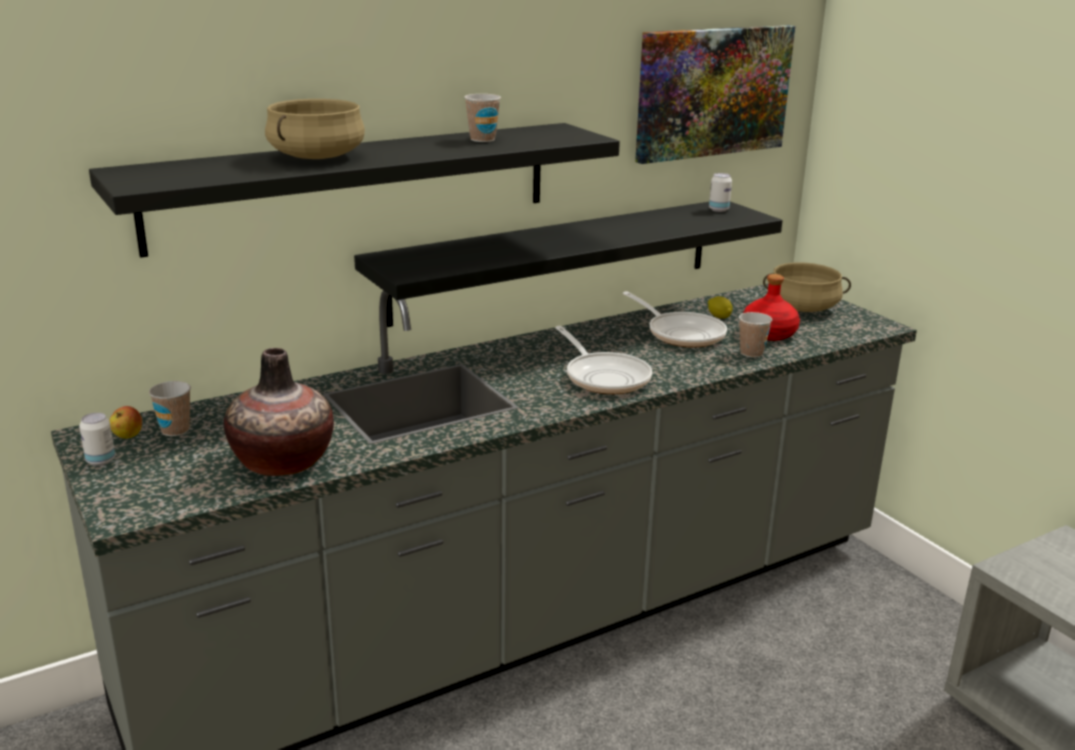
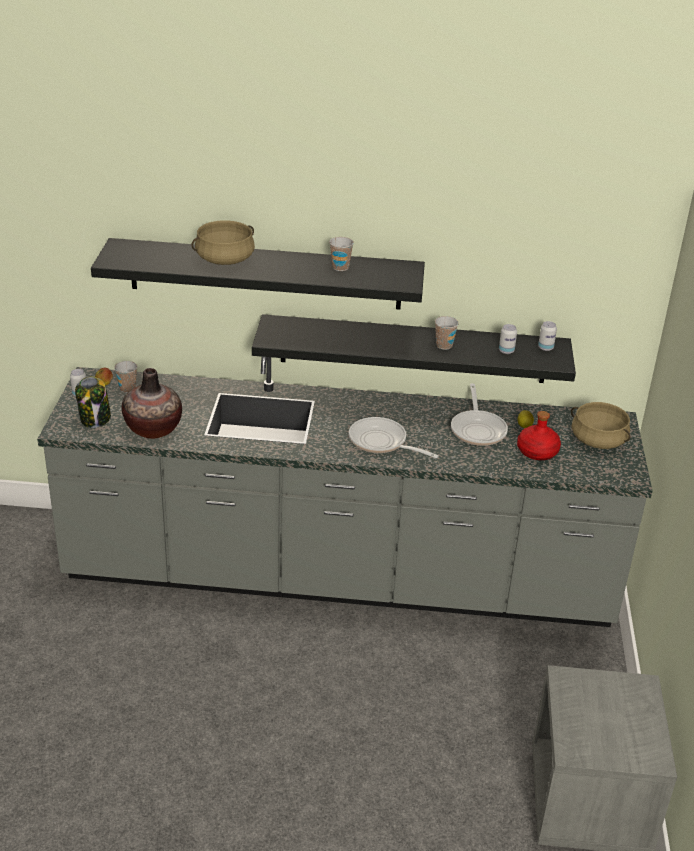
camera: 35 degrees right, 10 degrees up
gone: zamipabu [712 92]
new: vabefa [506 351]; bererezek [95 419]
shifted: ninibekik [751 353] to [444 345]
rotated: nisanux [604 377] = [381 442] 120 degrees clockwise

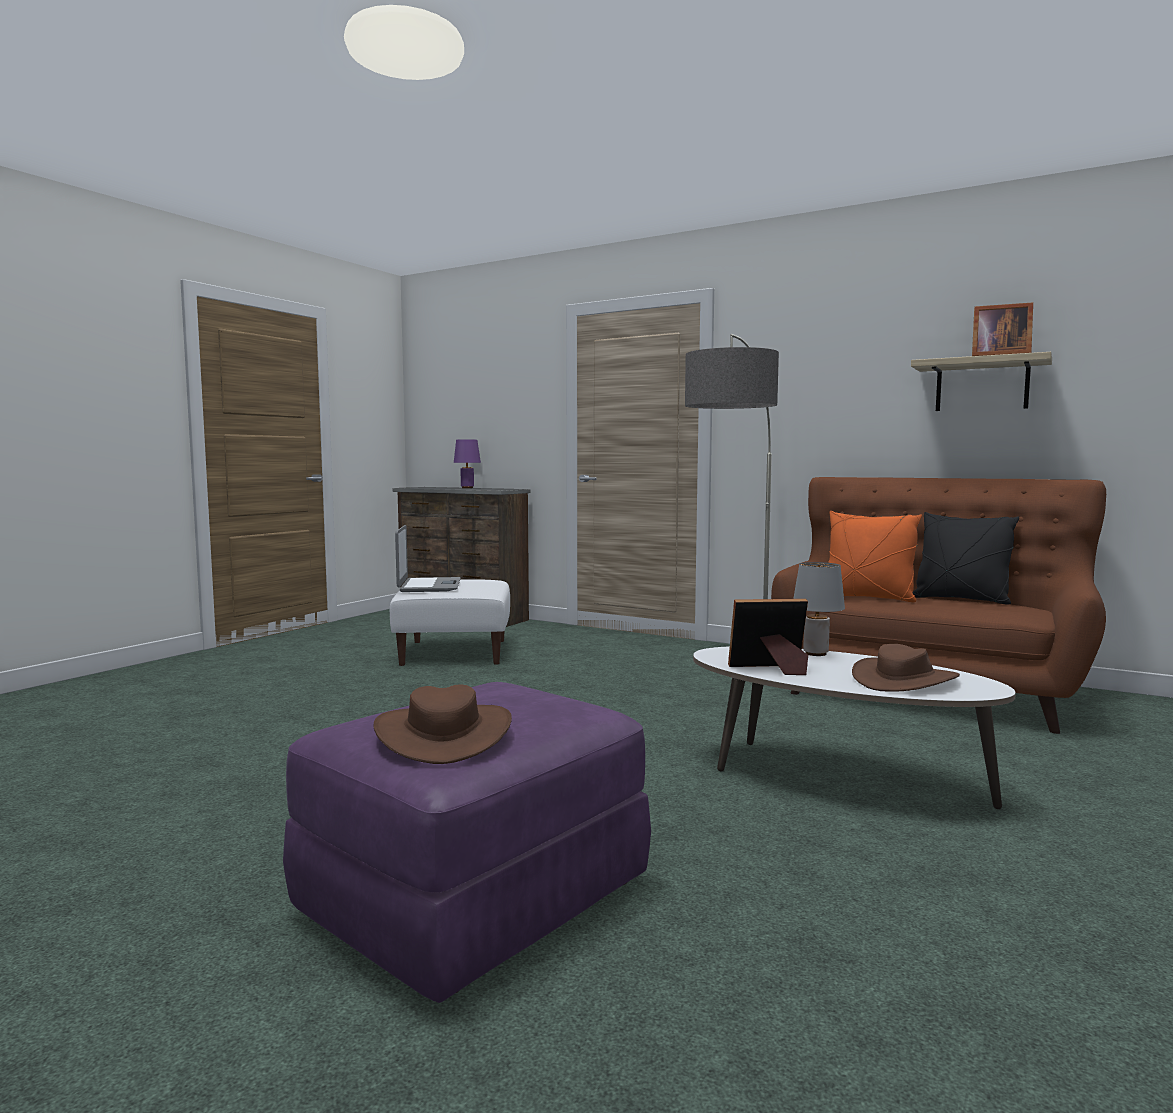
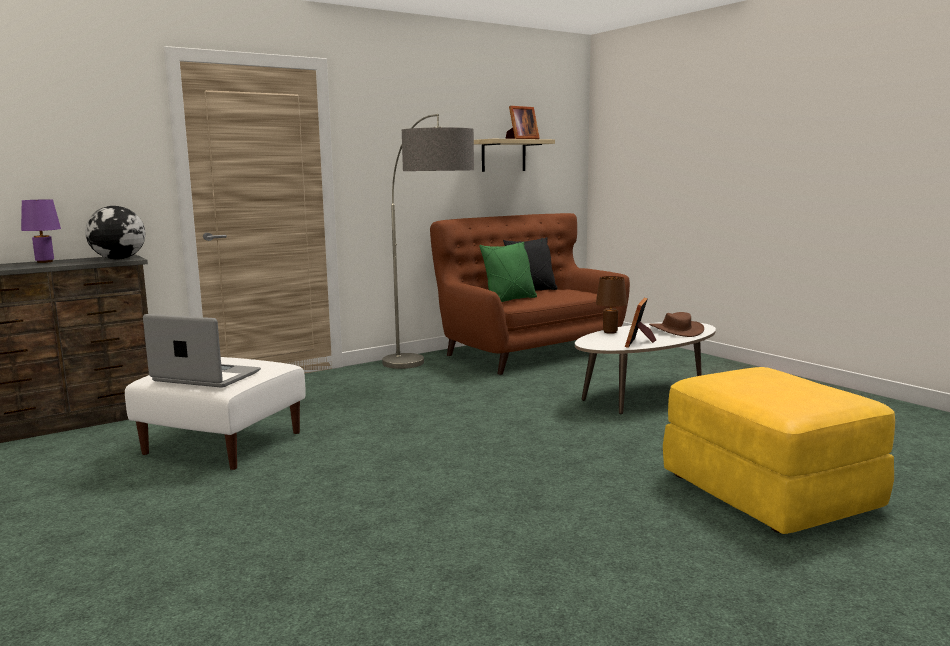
camera: 65 degrees left, 5 degrees up
gone: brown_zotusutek [444 734]
new: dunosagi [118 259]
repainted: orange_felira [868 598] to green_felira [510 300]; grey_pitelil [816 653] to brown_pitelil [610 332]; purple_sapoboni [474 898] to yellow_sapoboni [770 492]

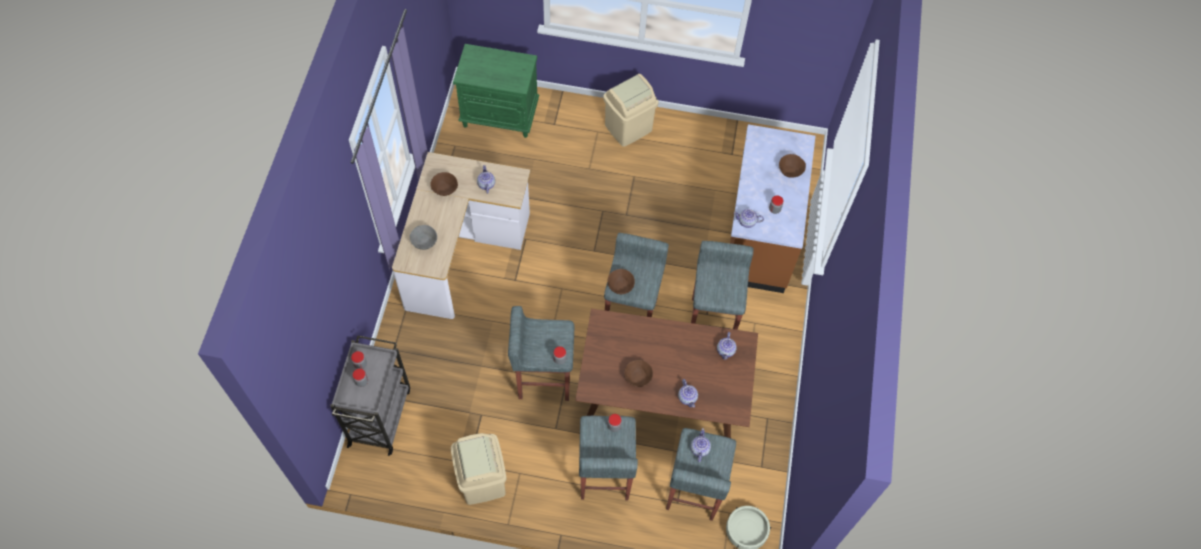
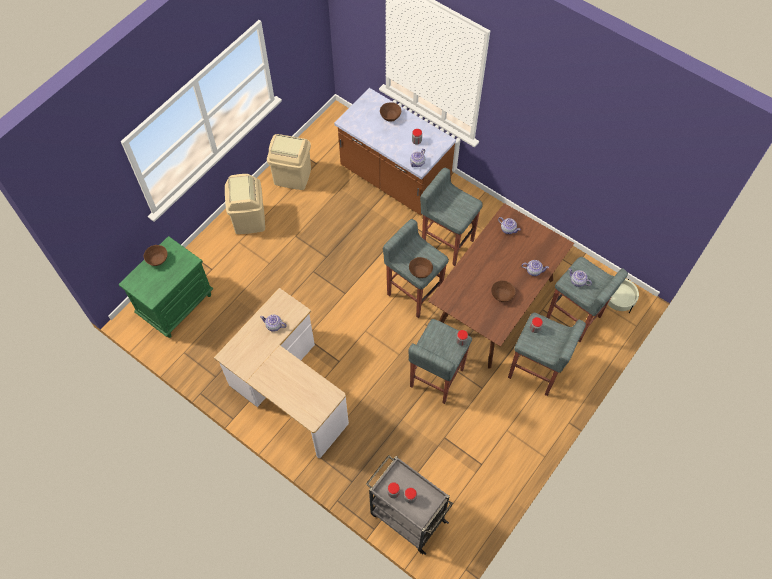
camera: 60 degrees left, 0 degrees up
gone: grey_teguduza [425 242]
shifted: brown_teguduza [444 189] to [157 260]; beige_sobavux [481 480] to [292 176]

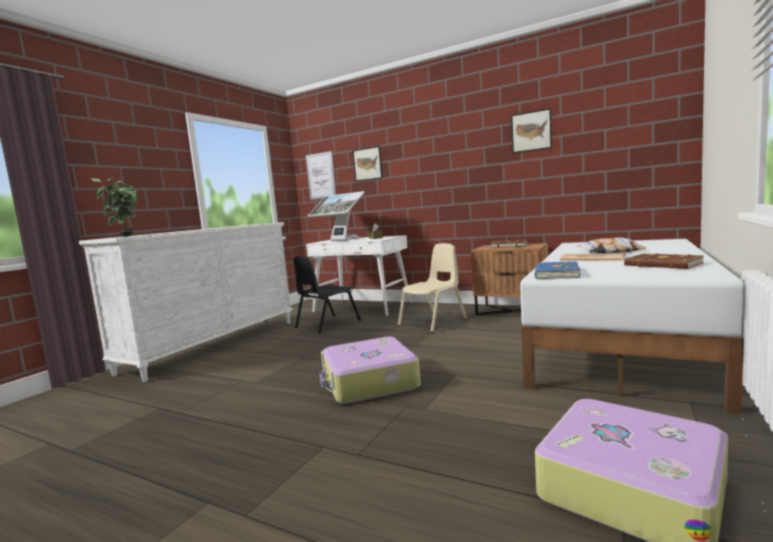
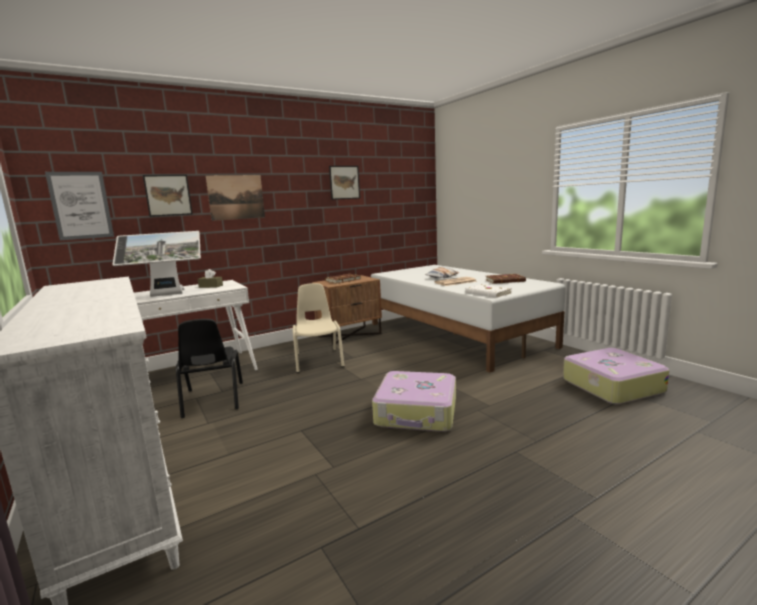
camera: 60 degrees left, 5 degrees up
gone: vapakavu [125 236]
new: zamipabu [236 197]
repainted: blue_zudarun [555 273] to white_zudarun [488 293]

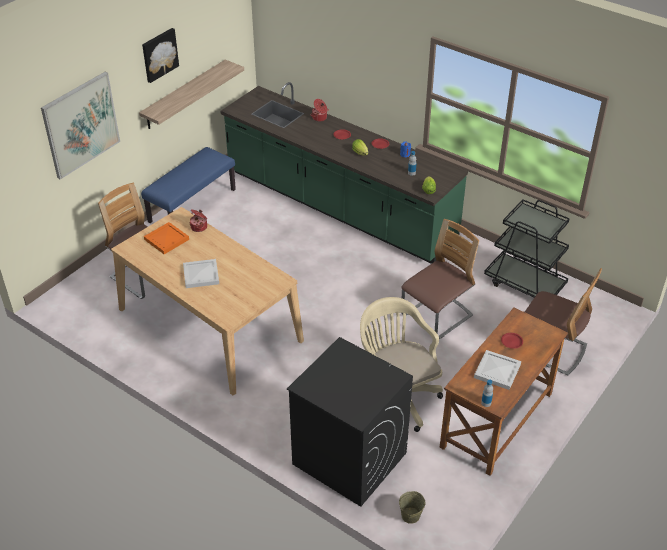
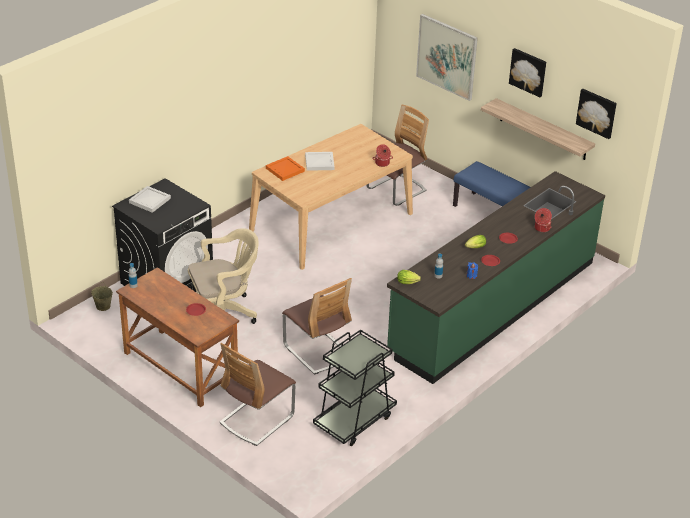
camera: 95 degrees right, 5 degrees down
new: zamipabu [597 113]
shifted: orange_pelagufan [166 239] to [285 170]; white_pelagufan [497 370] to [150 200]

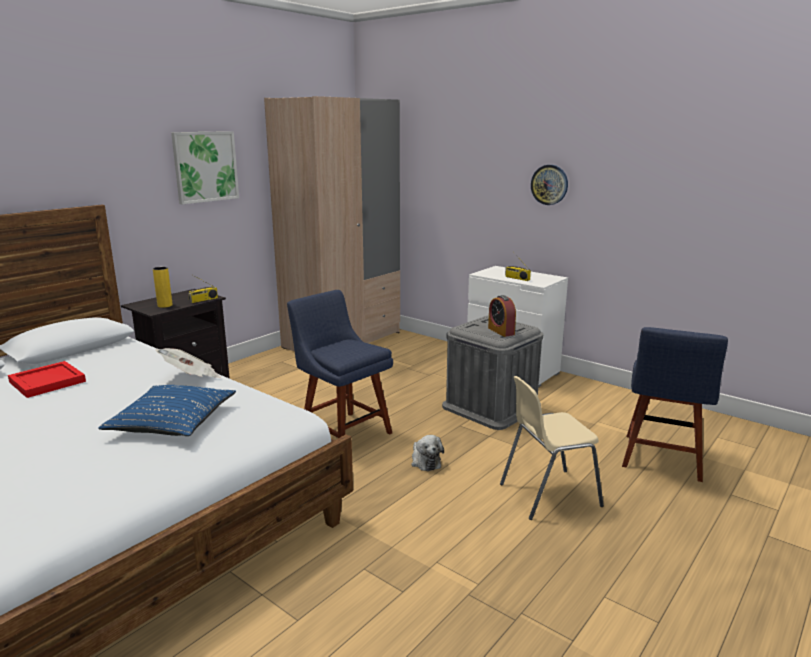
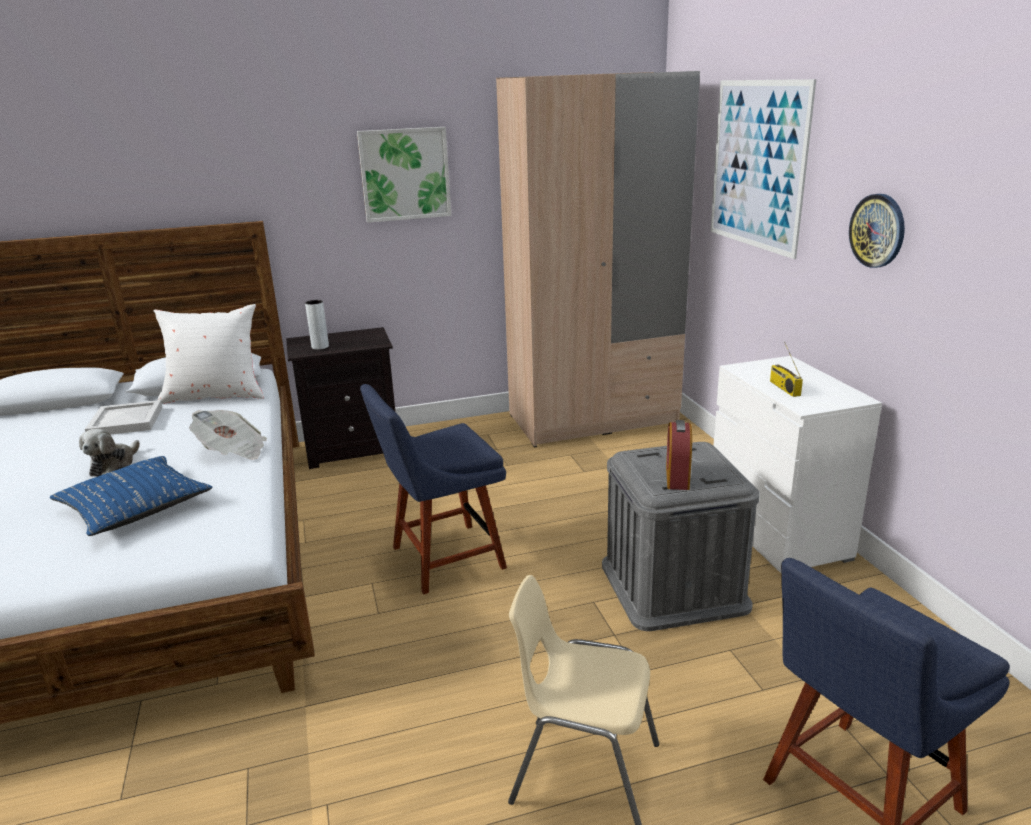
camera: 35 degrees right, 5 degrees up
gone: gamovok [203 300]
new: zamipabu [757 165]; white_felira [215 395]
shifted: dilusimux [425 461] to [114 465]
repainted: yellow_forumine [165 305] to grey_forumine [320 347]; red_pelagufan [46 382] to white_pelagufan [125 421]
rotated: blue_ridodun [343 432] = [442 559] 105 degrees counterclockwise

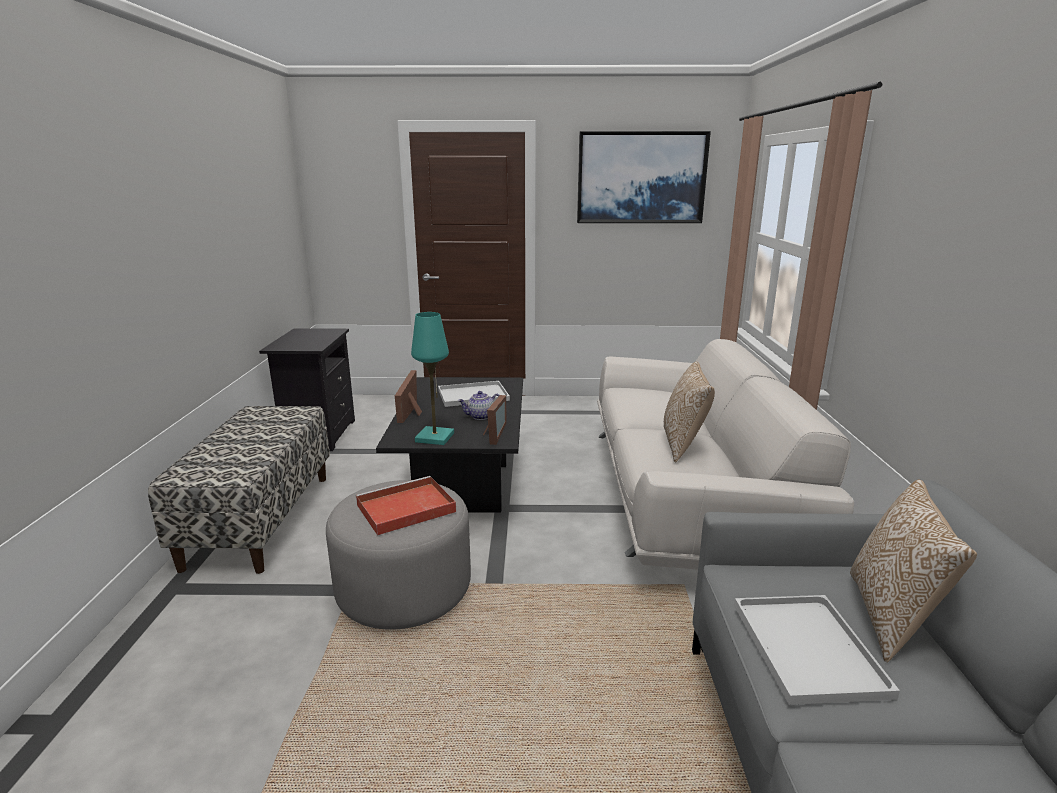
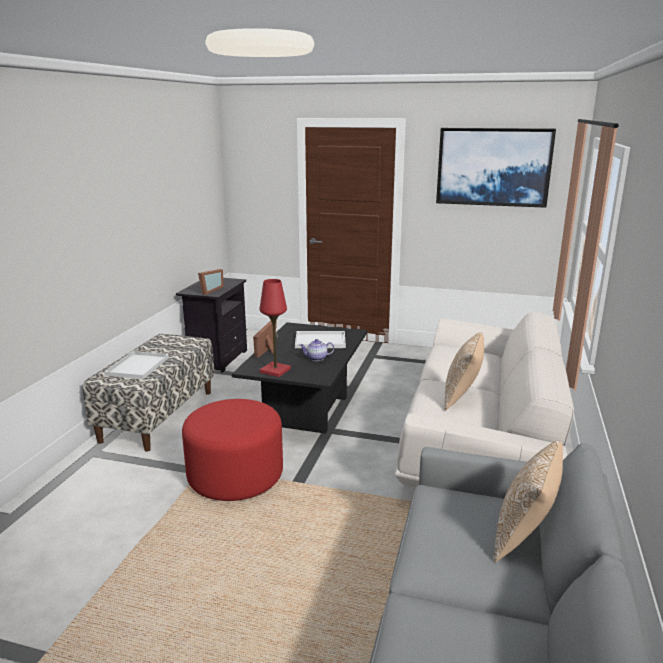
camera: 15 degrees right, 0 degrees up
gone: red_pelagufan [404 509]
shifted: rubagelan [492 434] to [209 290]; white_pelagufan [810 650] to [137 367]
repainted: turquoise_pitelil [435 437] to red_pitelil [275 371]; grey_sapoboni [404 589] to red_sapoboni [235 476]

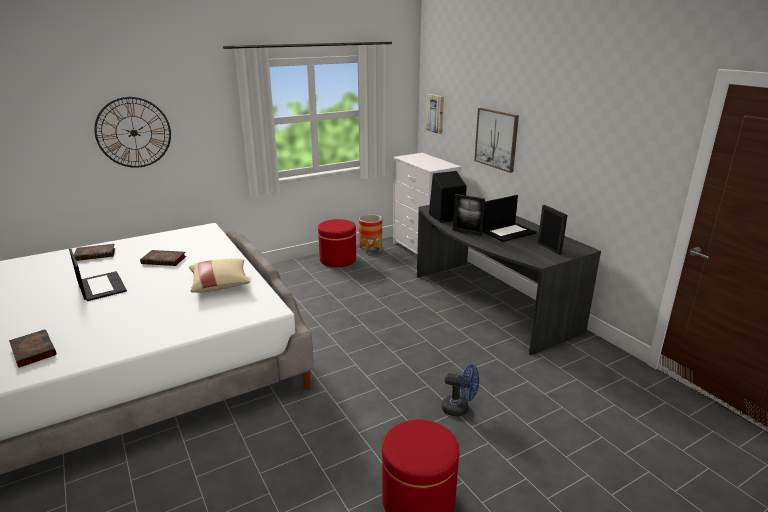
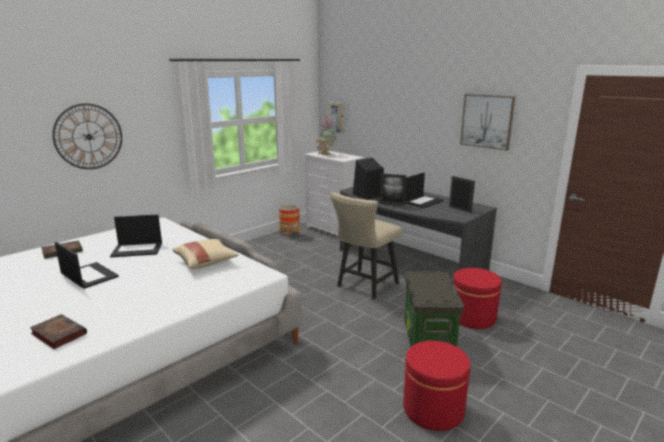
camera: 15 degrees left, 5 degrees down
new: vapakavu [326 154]; beige_ridodun [364 286]
shifted: zamipabu [496 139] to [487 121]; red_sapoboni [338 260] to [473 317]
swapped: zudarun [165 260] to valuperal [138 249]; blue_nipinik [459 409] to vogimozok [427 339]

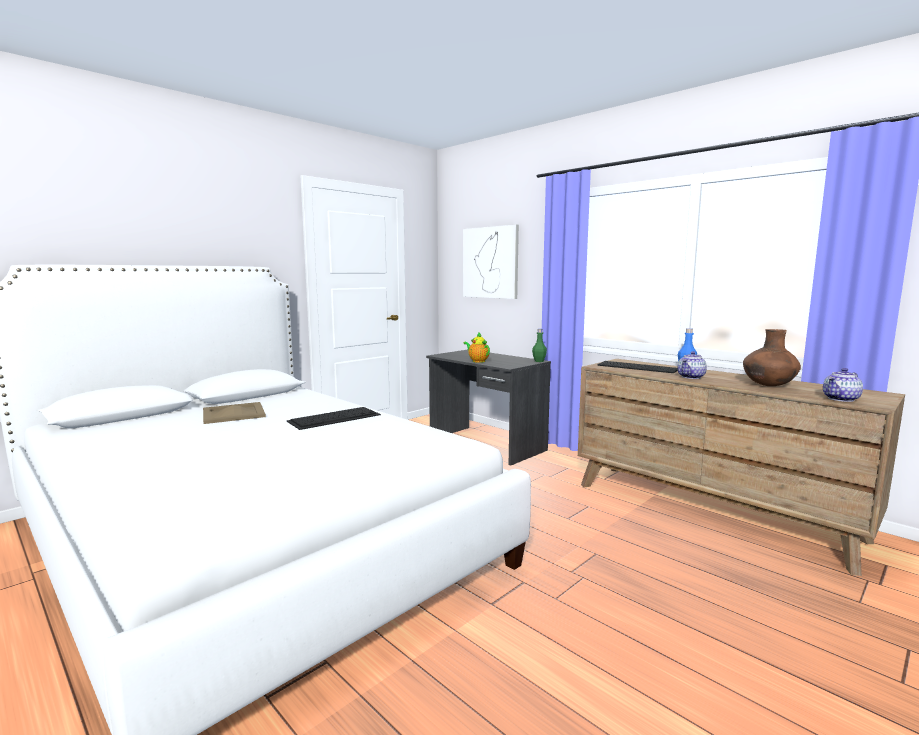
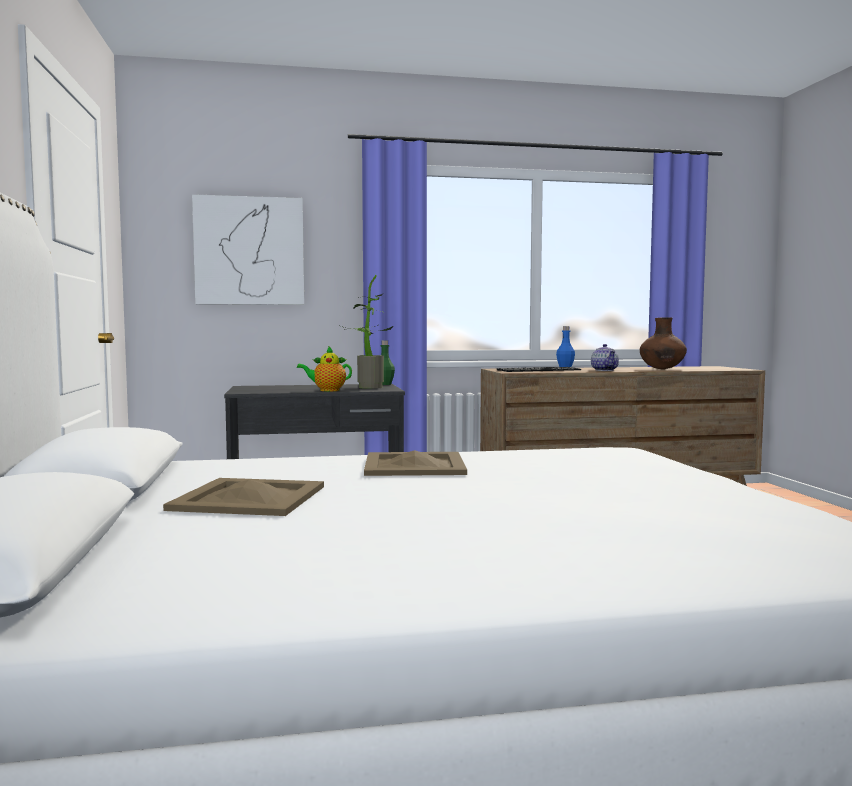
camera: 55 degrees left, 5 degrees down
gone: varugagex [841 399]
new: vapakavu [366 387]
swapped: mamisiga [335 417] to beige_pelagufan [413 465]

